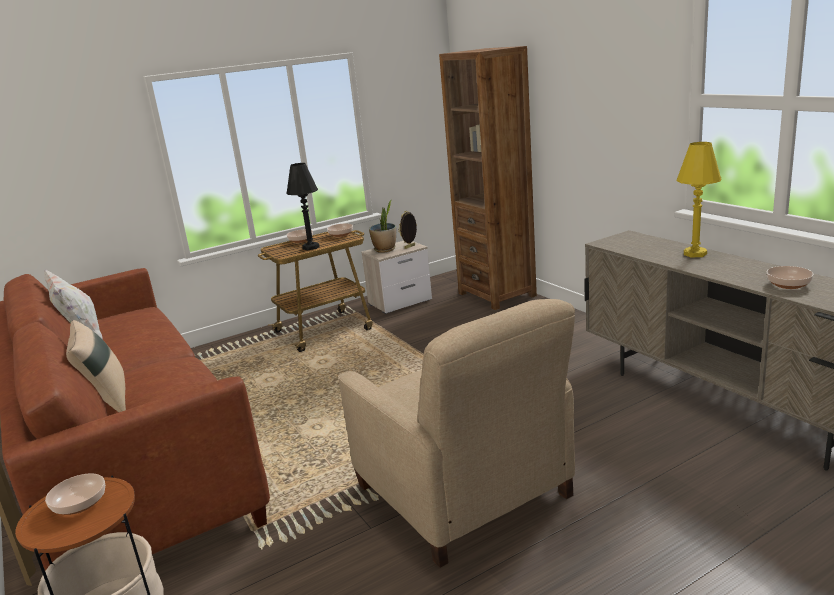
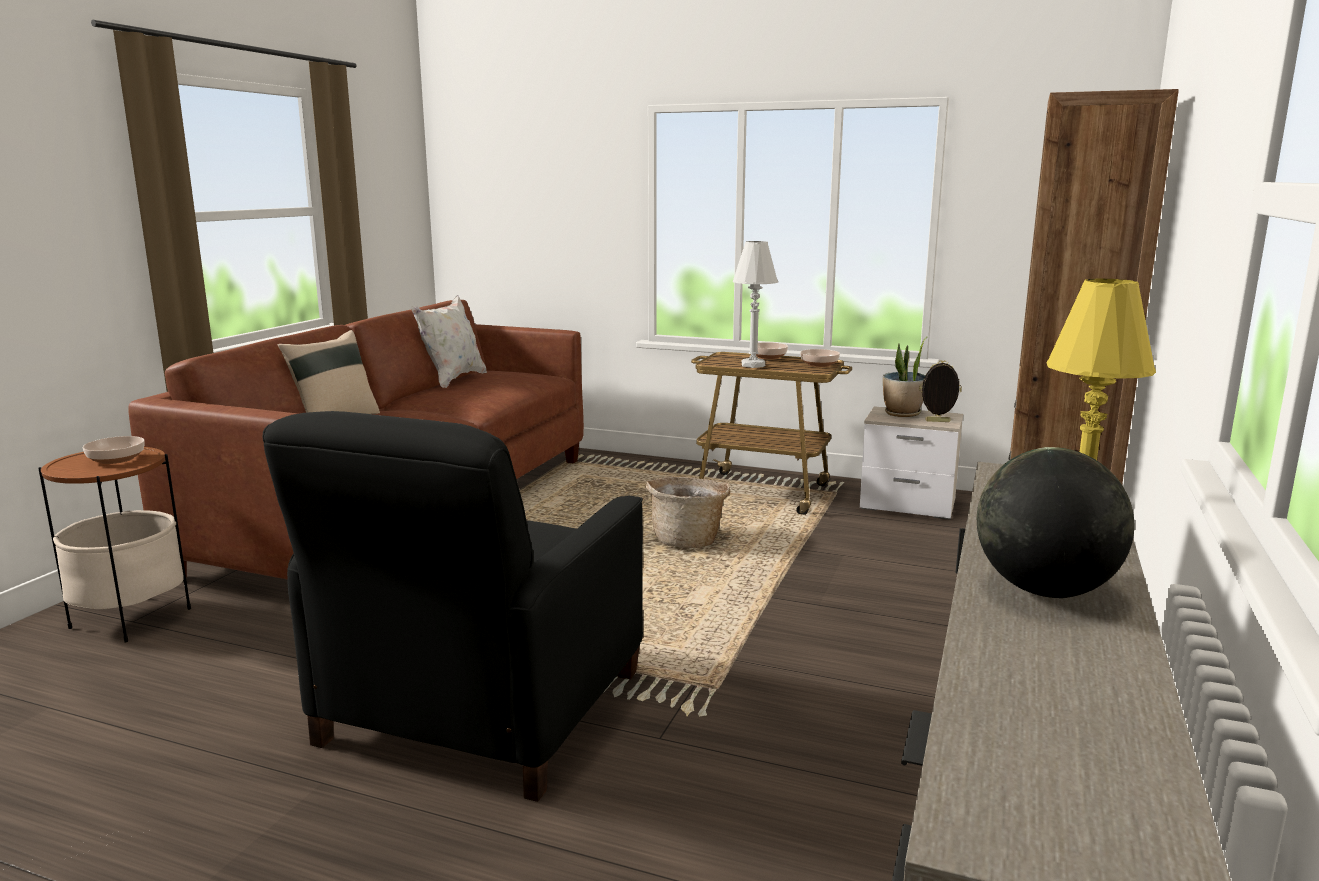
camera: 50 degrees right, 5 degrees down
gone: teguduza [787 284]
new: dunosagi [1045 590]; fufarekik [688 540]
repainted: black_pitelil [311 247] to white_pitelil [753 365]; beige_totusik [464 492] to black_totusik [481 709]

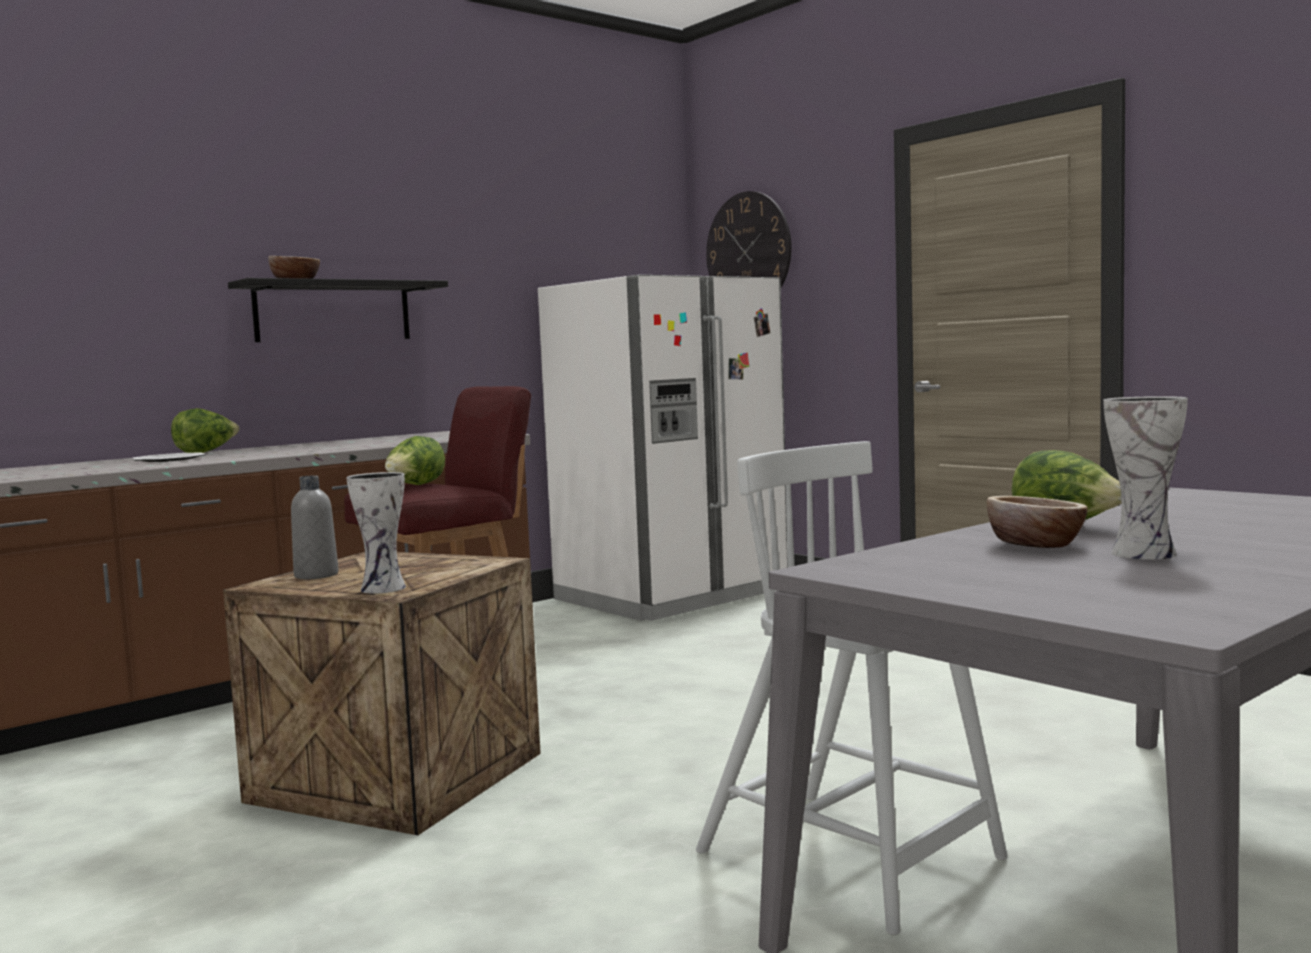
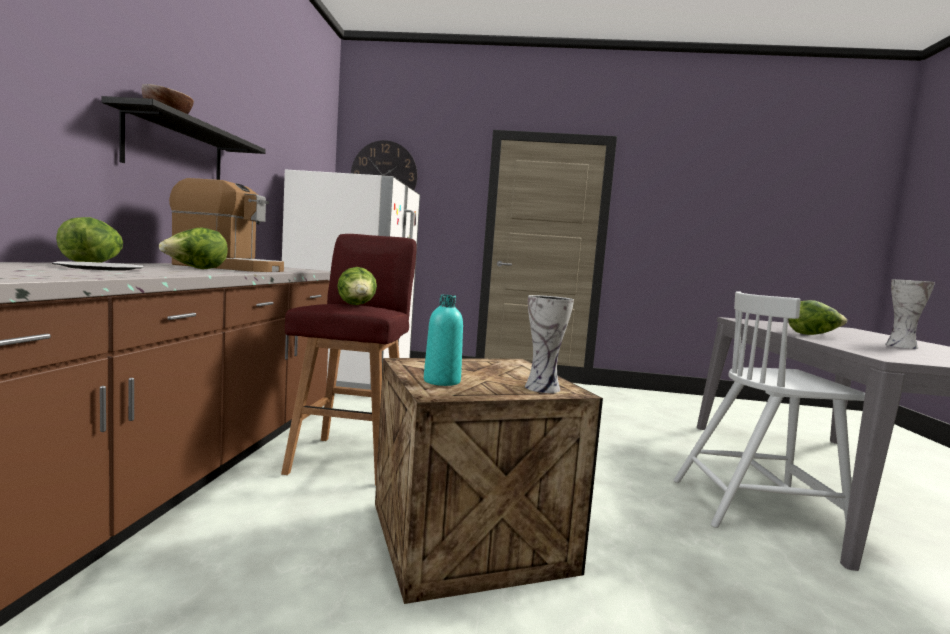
camera: 45 degrees left, 0 degrees up
gone: teguduza [1035 545]
new: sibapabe [229 268]; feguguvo [195 269]
repainted: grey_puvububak [316 575] to turquoise_puvububak [442 381]

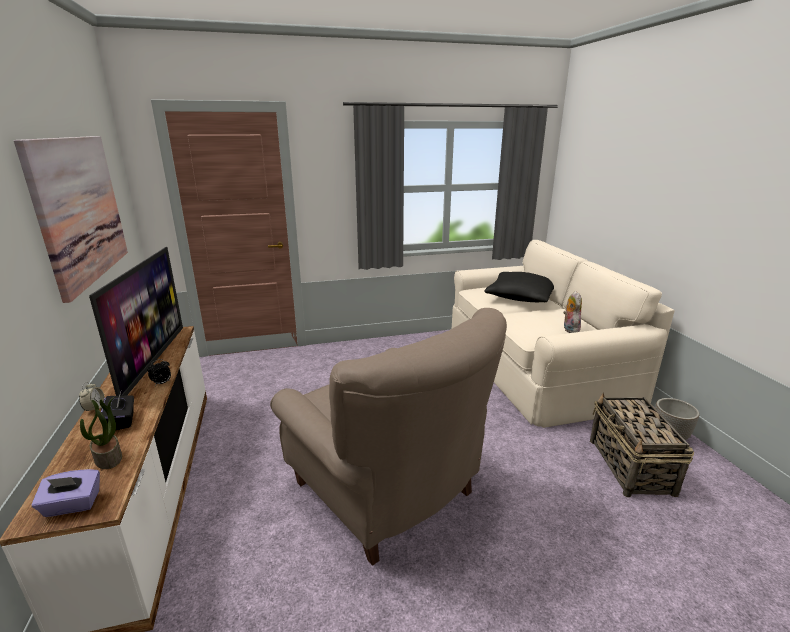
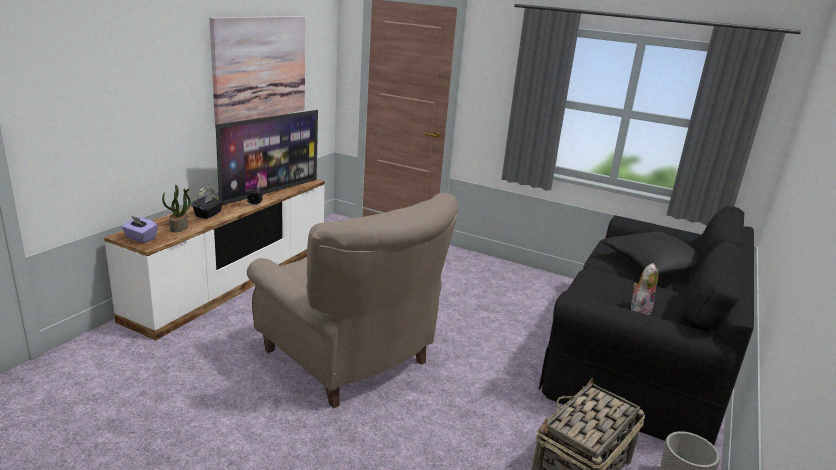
camera: 40 degrees right, 0 degrees up
repainted: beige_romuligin [535 366] to black_romuligin [640 356]
rotated: beige_totusik [388 492] = [350 359] 45 degrees counterclockwise

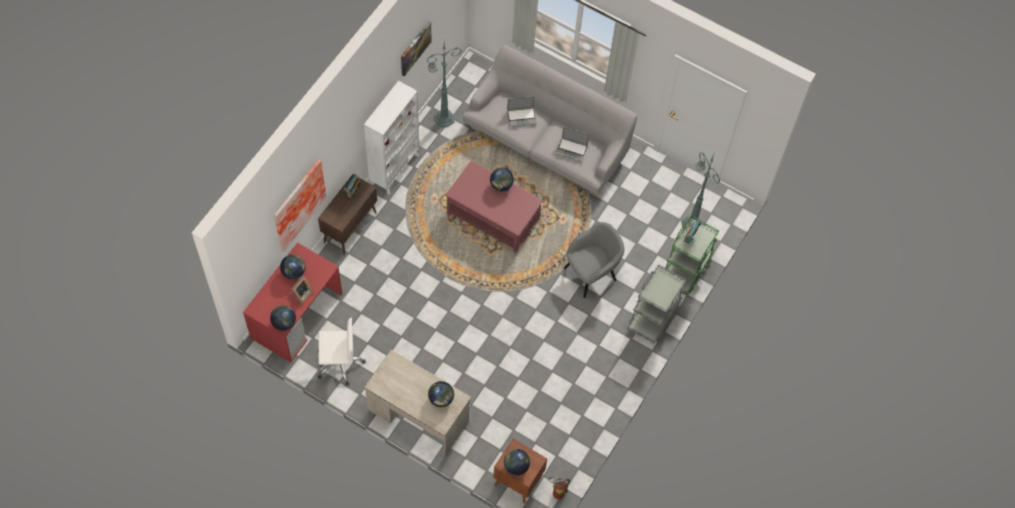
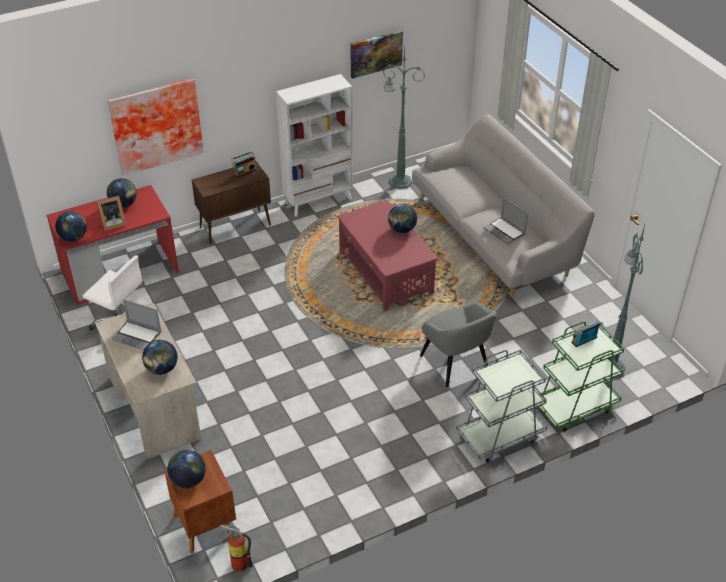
camera: 35 degrees right, 20 degrees down
shifted: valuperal [522 117] to [138 336]
rotated: grey_totusik [591 273] = [455 363] 60 degrees clockwise

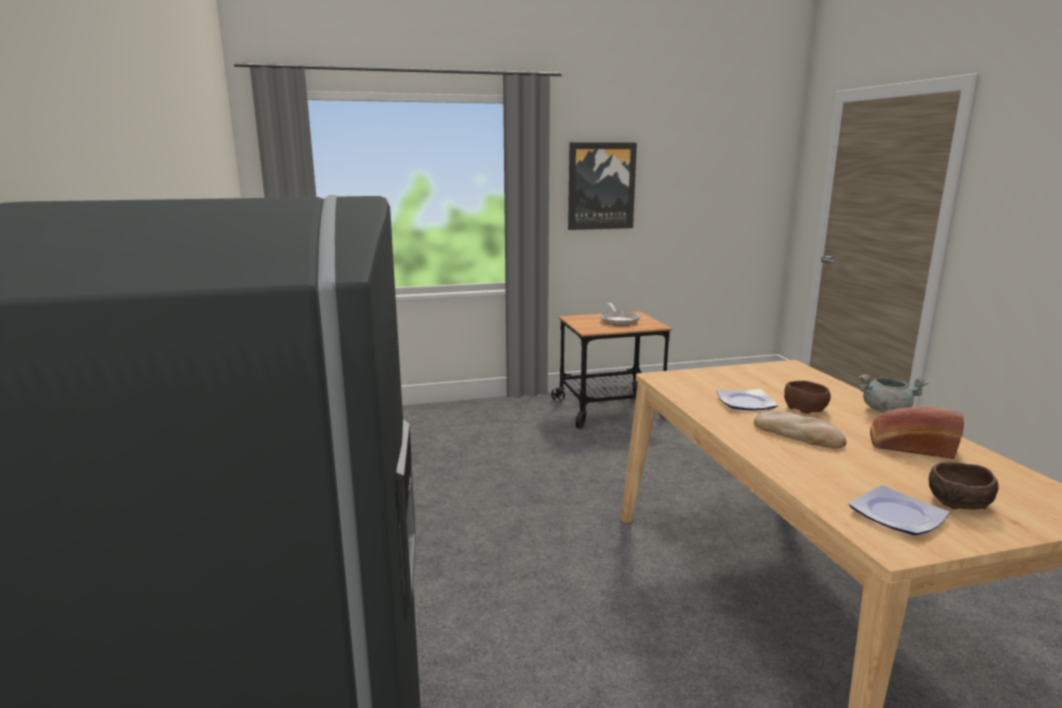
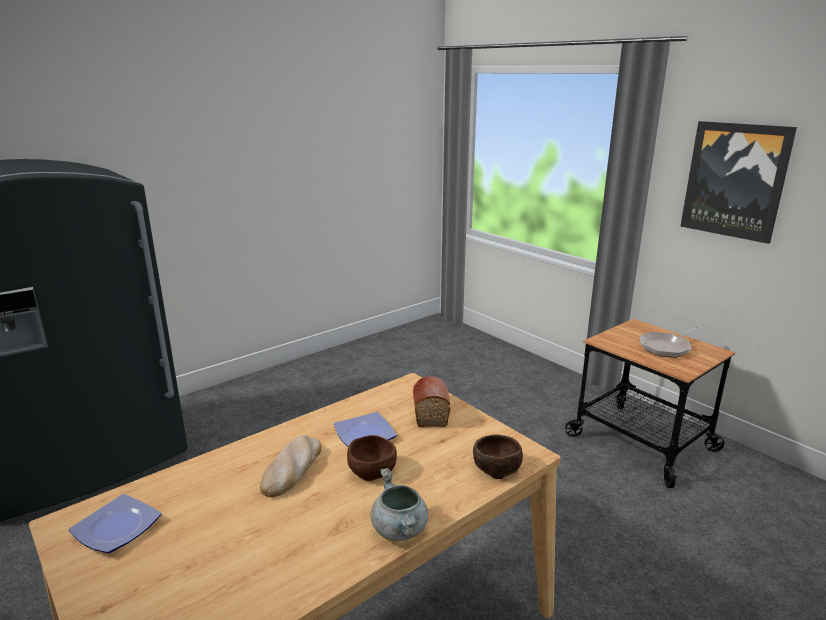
camera: 65 degrees right, 5 degrees up
shifted: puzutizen [910 447] to [430 410]; brown_teguduza [957 502] to [495 467]

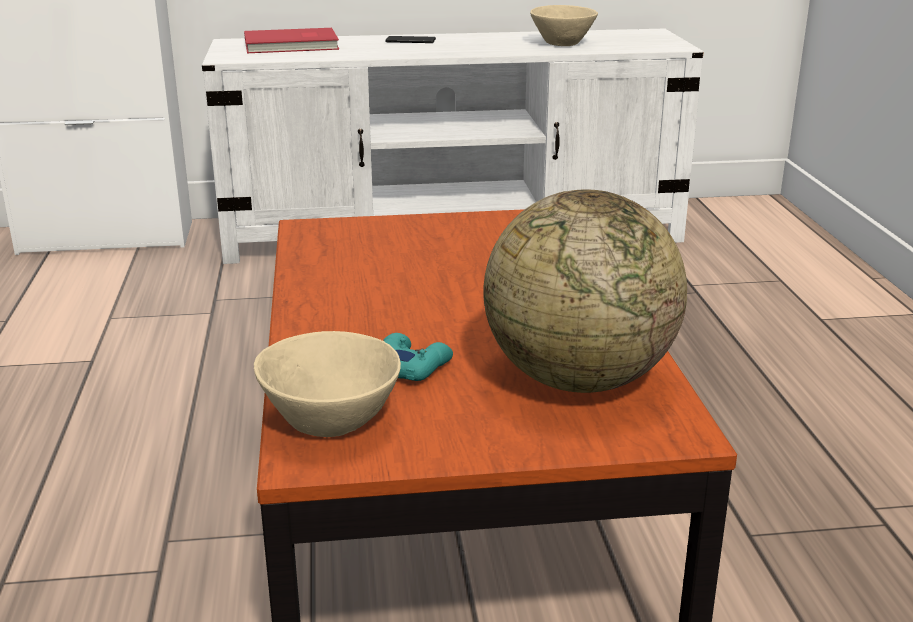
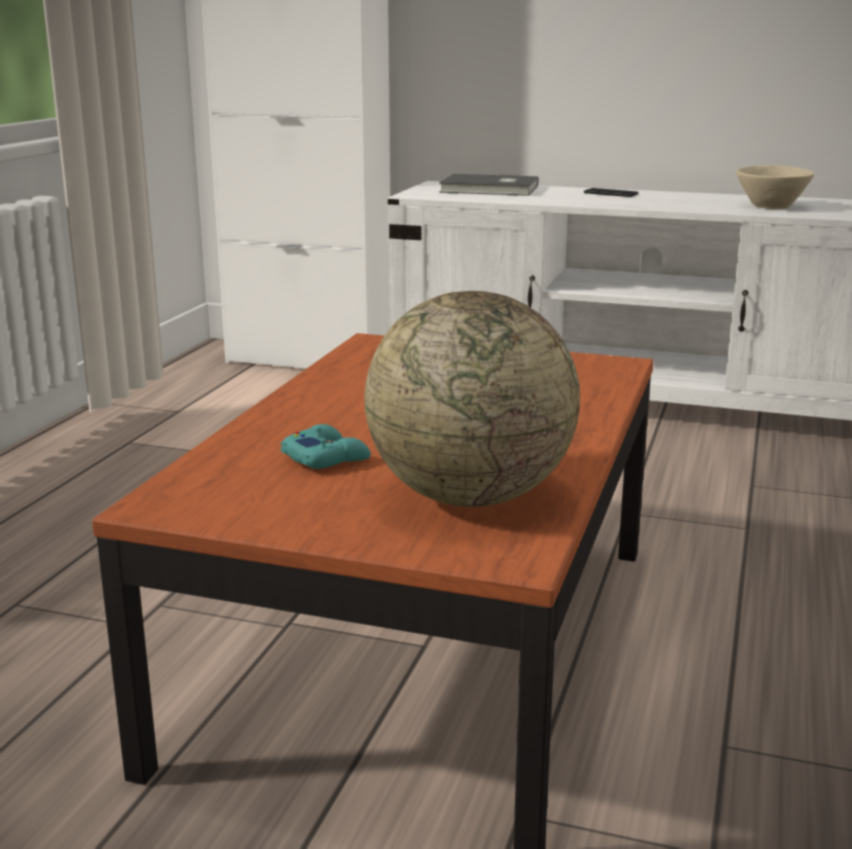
camera: 25 degrees right, 5 degrees down
gone: beige_teguduza [331 424]
repainted: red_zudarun [292 45] to grey_zudarun [490 189]

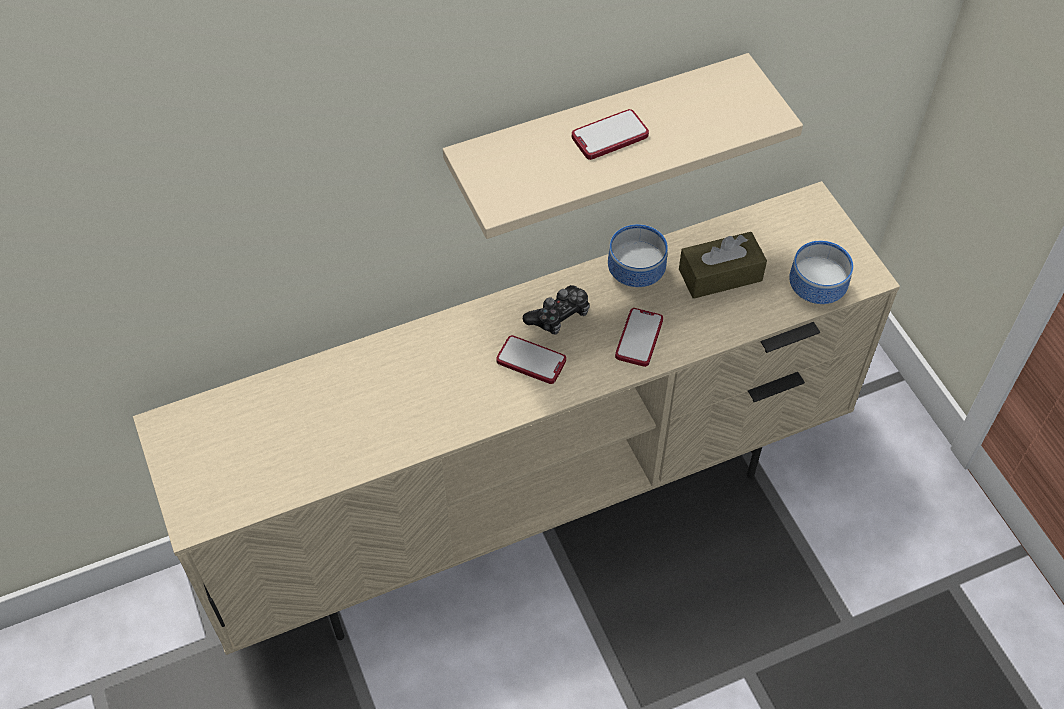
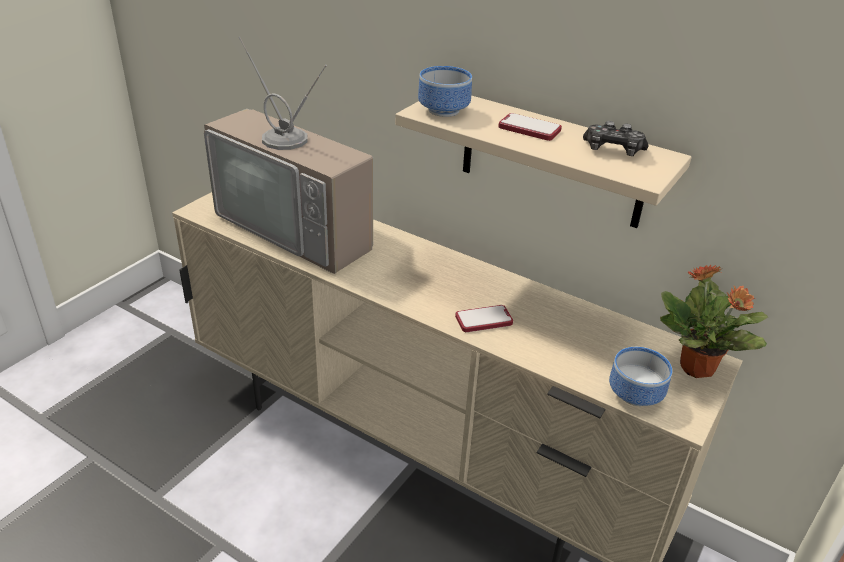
camera: 55 degrees right, 20 degrees down
gone: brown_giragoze [720 275]; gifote [531 361]
new: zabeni [301 228]; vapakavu [697 369]
shifted: teguduza [633 271] to [442 109]; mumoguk [559 316] to [613 150]

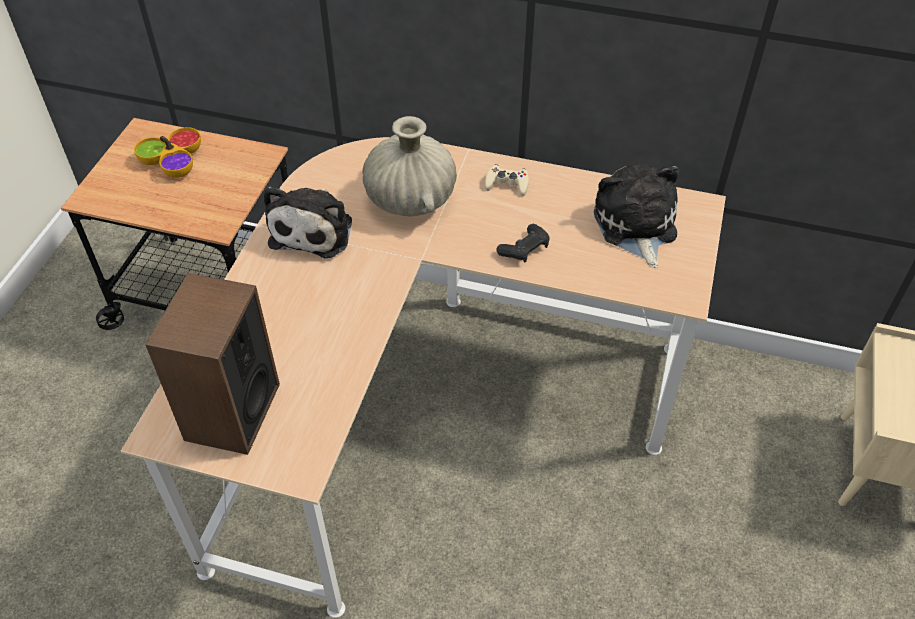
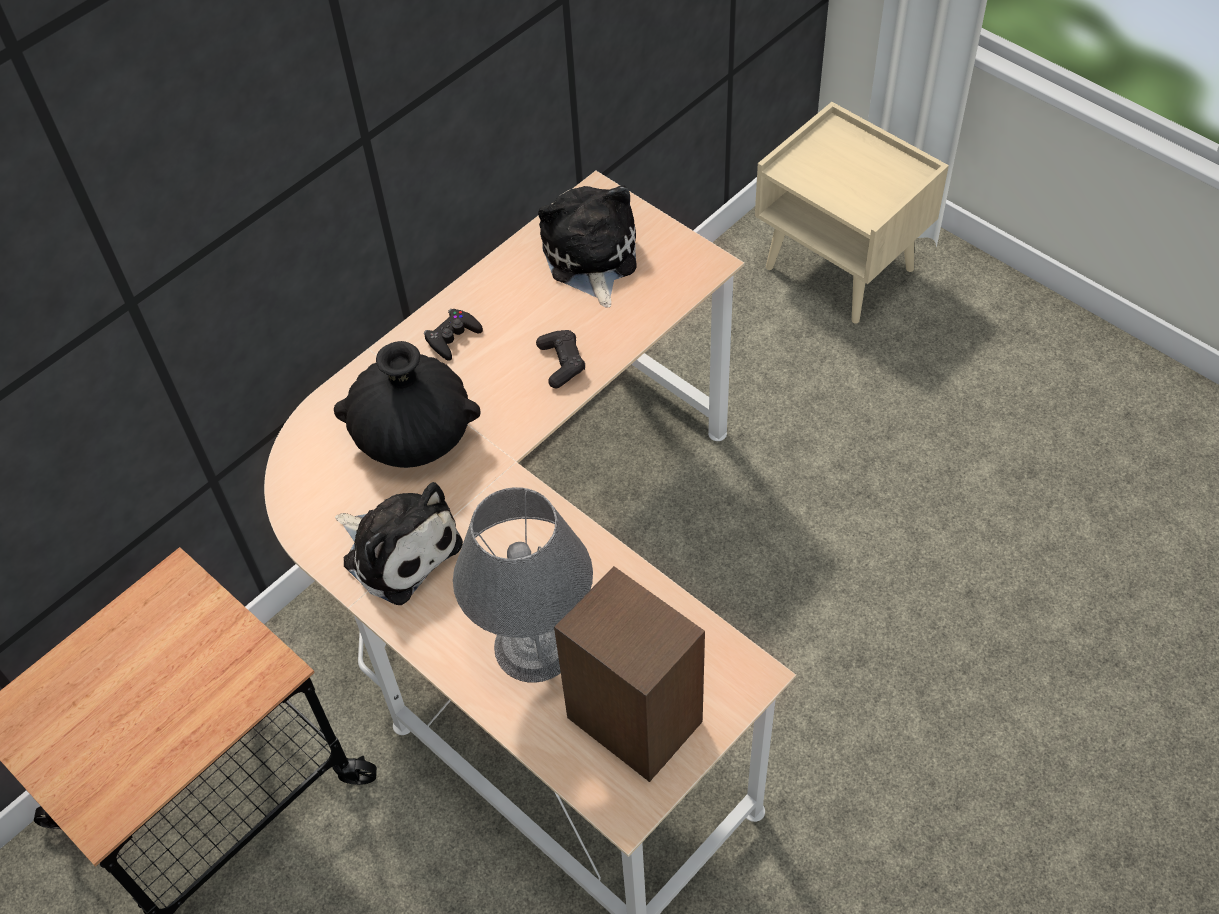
camera: 60 degrees left, 5 degrees up
gone: teguduza [173 160]
new: grey_pitelil [533 645]
repainted: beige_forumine [411 199] to black_forumine [414 435]; beige_mumoguk [507 184] to black_mumoguk [453 337]
rotated: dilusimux [635 226] = [590 258] 60 degrees clockwise

